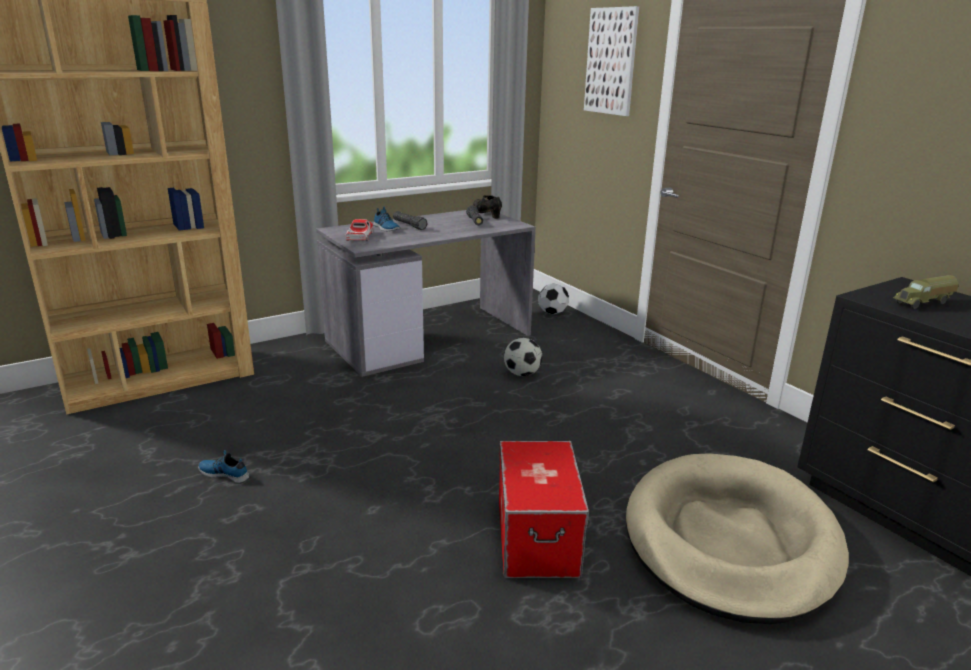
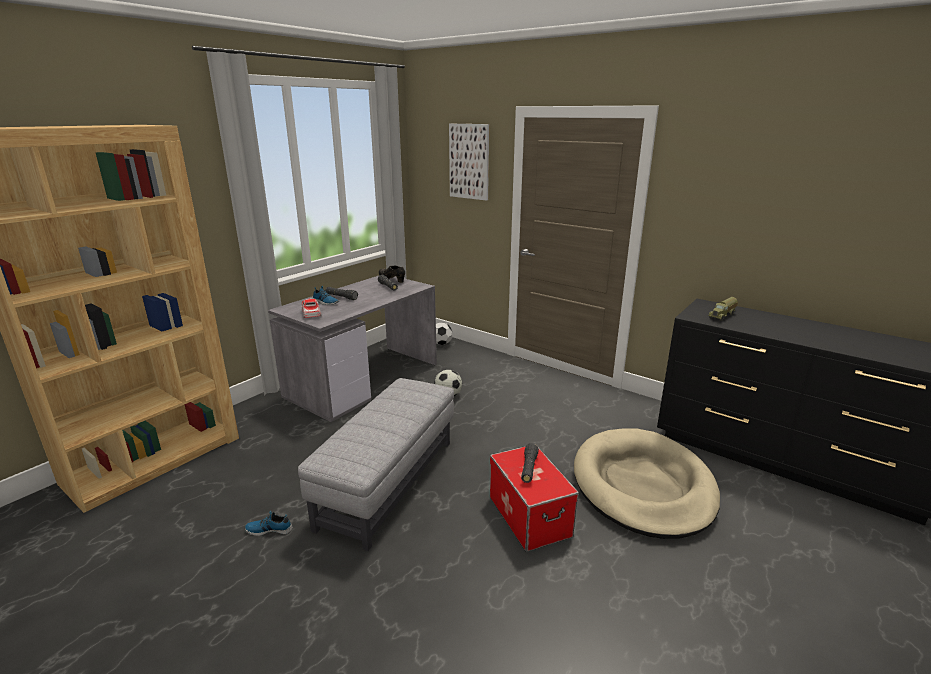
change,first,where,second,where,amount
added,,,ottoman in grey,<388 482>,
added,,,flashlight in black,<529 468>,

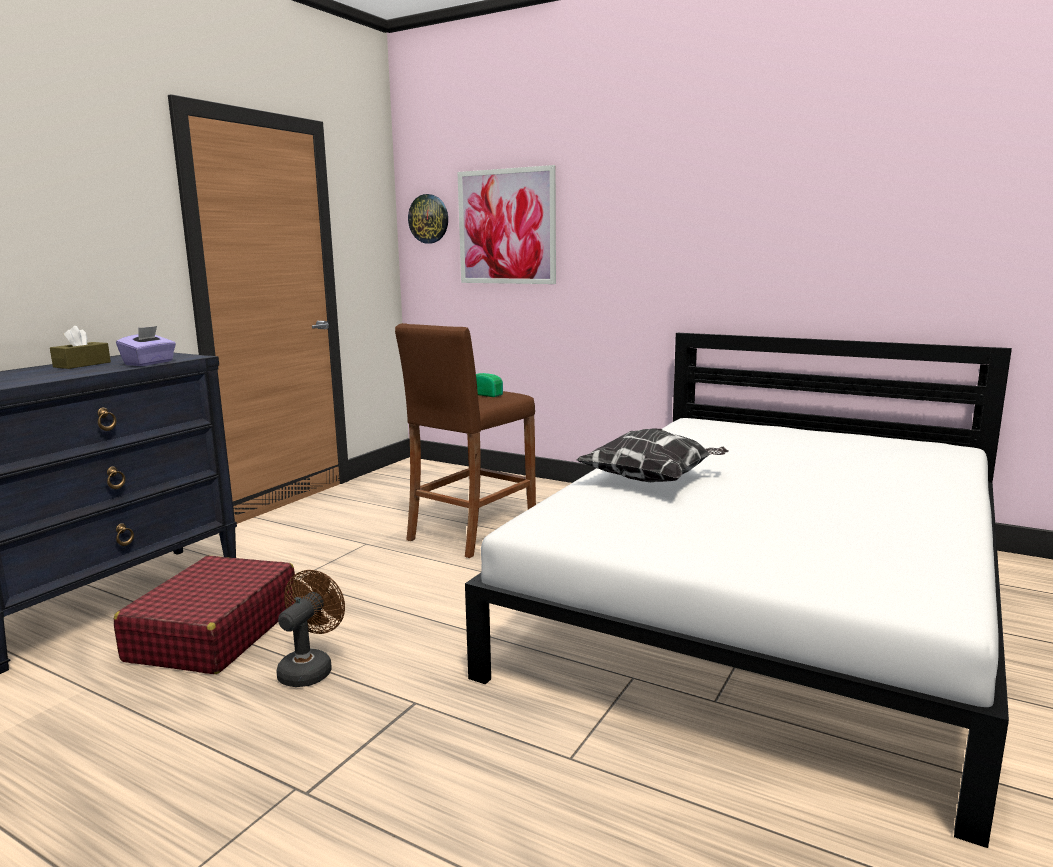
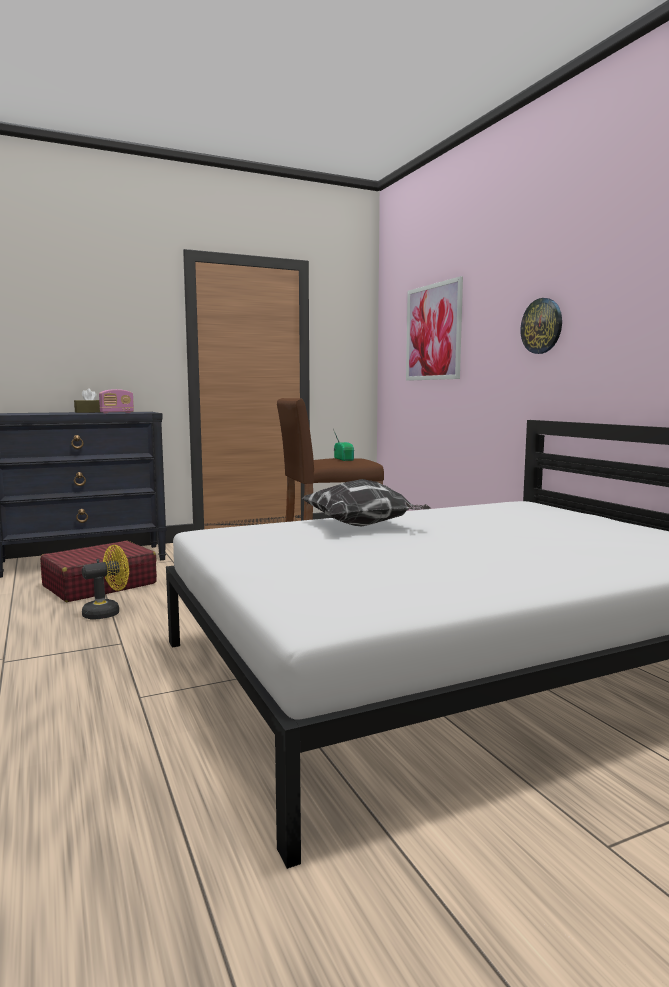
change,first,where,second,where,amount
moved,wall clock,<429 219>,,<542 326>,
replaced,tissue box in purple,<149 363>,radio,<117 413>,
recoloured,fan in brown,<310 668>,fan in yellow,<107 612>,

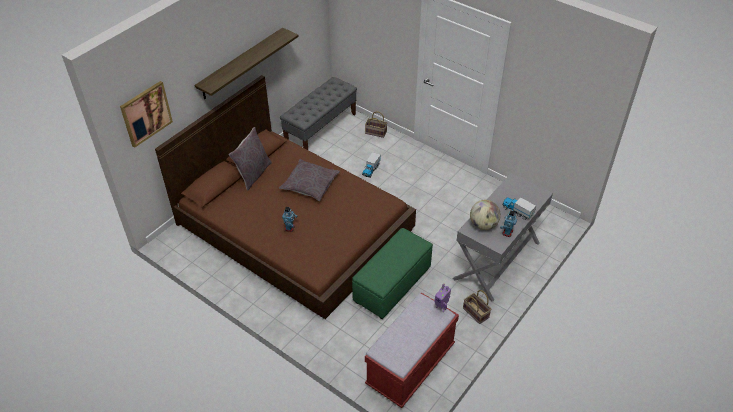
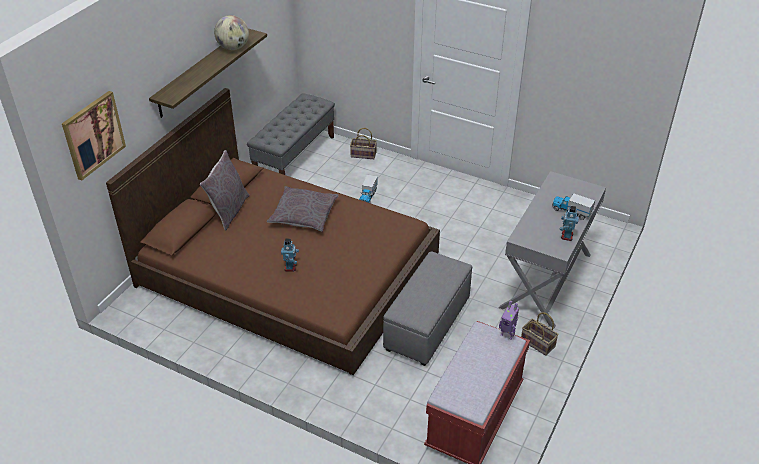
change,first,where,second,where,amount
moved,globe,<483 225>,,<233 48>,
recoloured,ottoman in green,<392 284>,ottoman in grey,<427 323>,

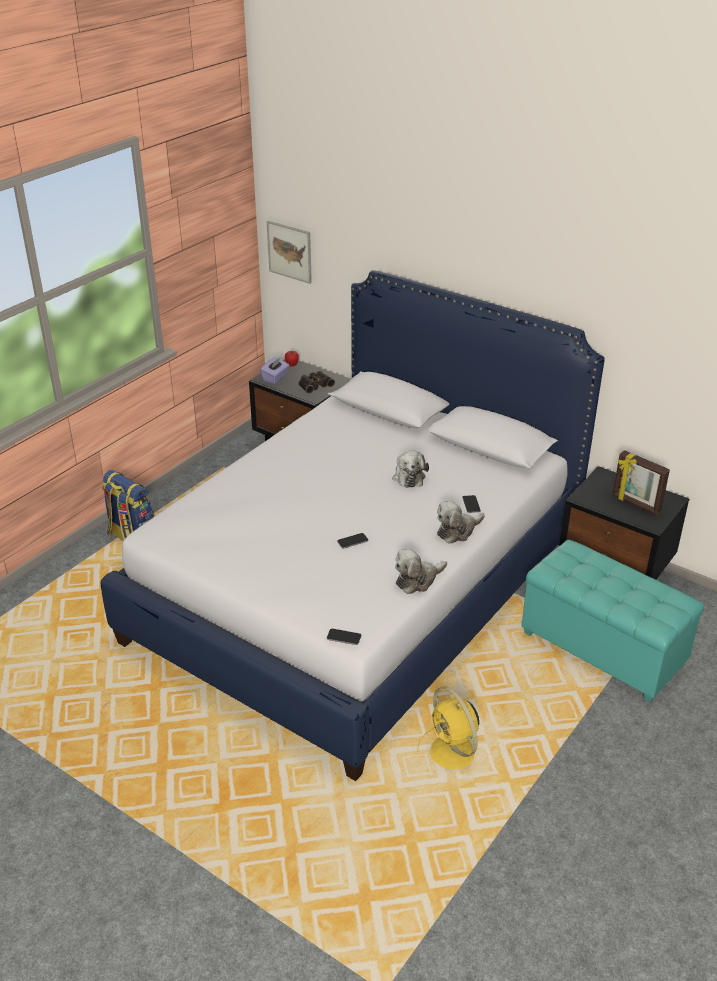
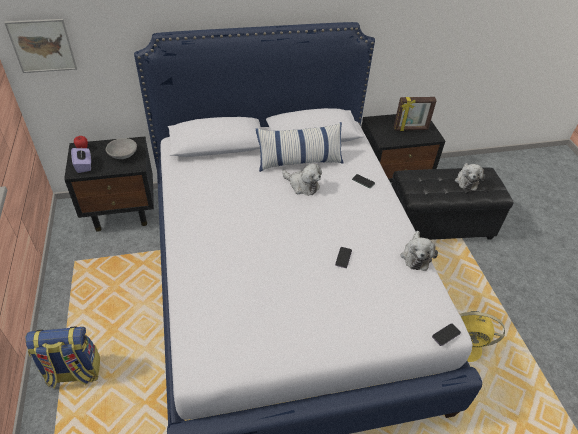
change,first,where,second,where,amount
replaced,binoculars,<314 385>,bowl in grey,<123 155>,
moved,plush toy,<457 531>,,<466 181>,
recoloured,ottoman in turquoise,<603 648>,ottoman in black,<438 225>,
added,,,pillow,<299 161>,

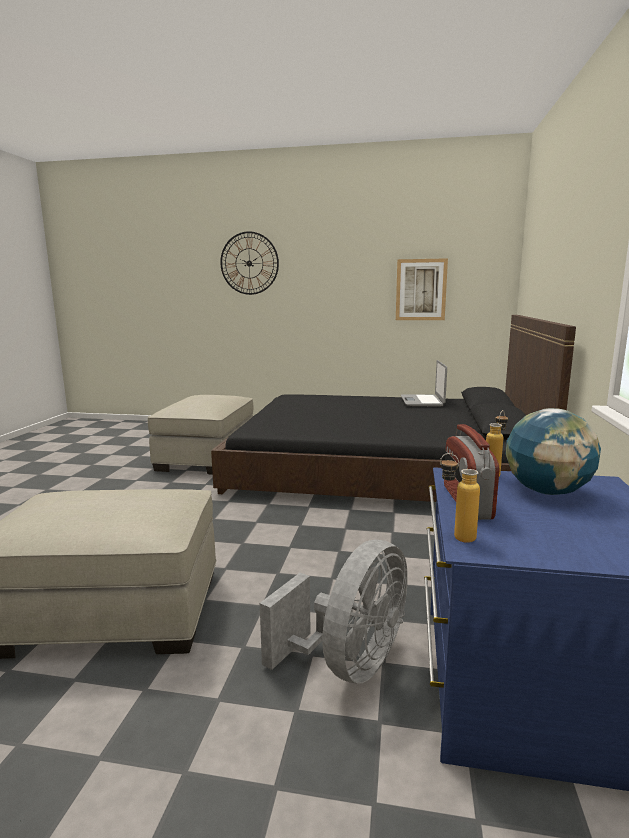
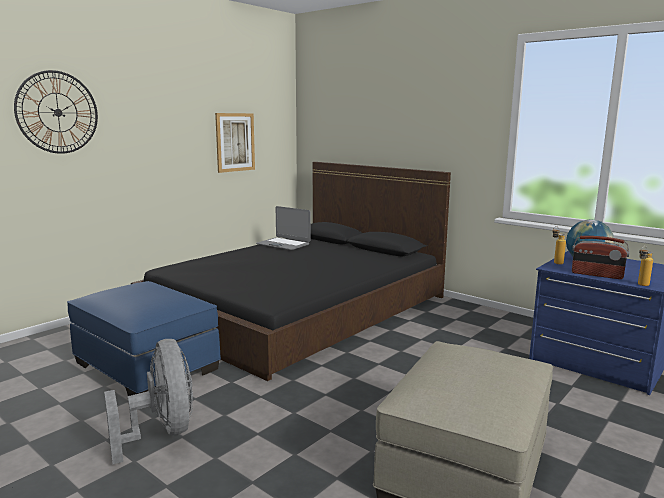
change,first,where,second,where,amount
recoloured,ottoman in beige,<207 457>,ottoman in blue,<147 366>,
moved,fan in grey,<349 663>,,<162 432>,

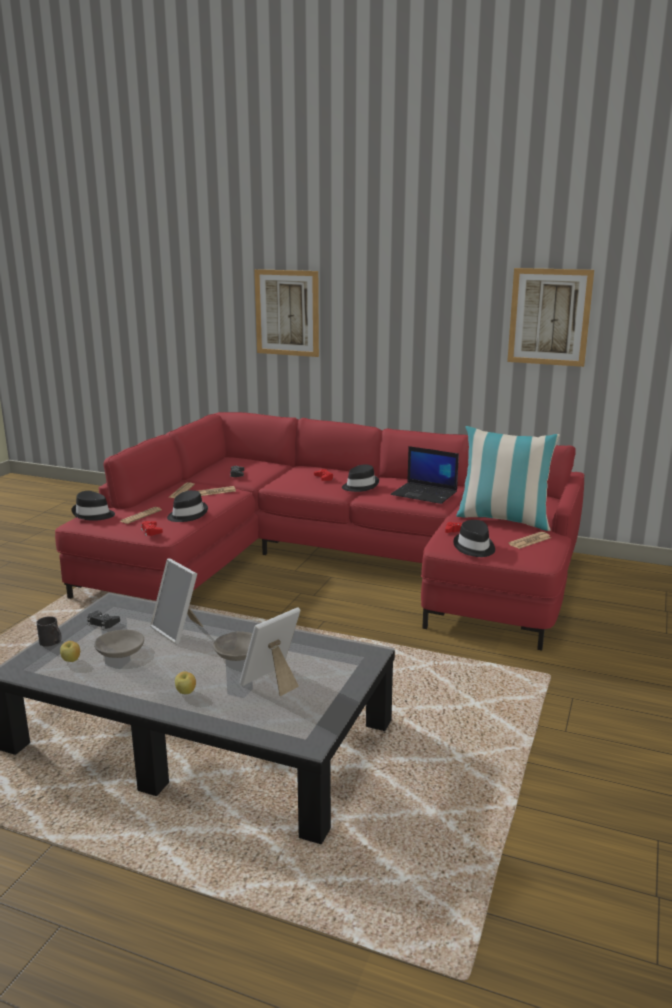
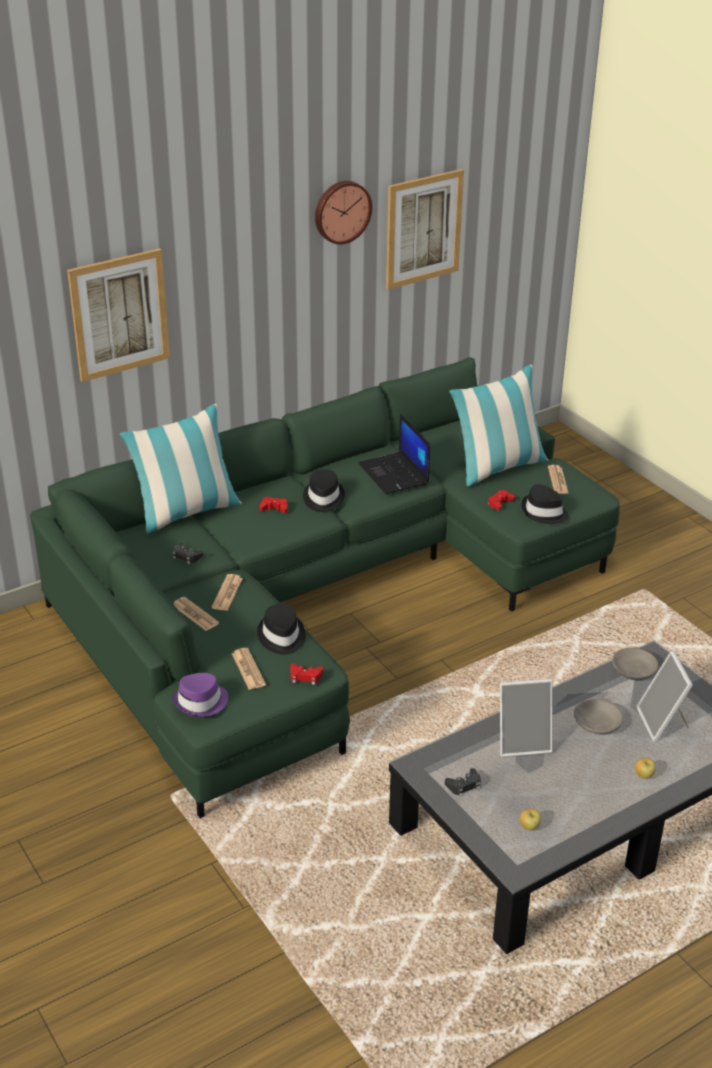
change,first,where,second,where,amount
recoloured,sofa in red,<334 562>,sofa in green,<318 596>,
turned,laptop,<425 494>,,<395 474>,90 degrees clockwise
recoloured,hat in black,<93 514>,hat in purple,<201 702>,
removed,mug in black,<52 642>,,,
moved,bowl in grey,<119 651>,,<633 670>,
added,,,wall clock,<341 211>,
added,,,pillow,<186 512>,

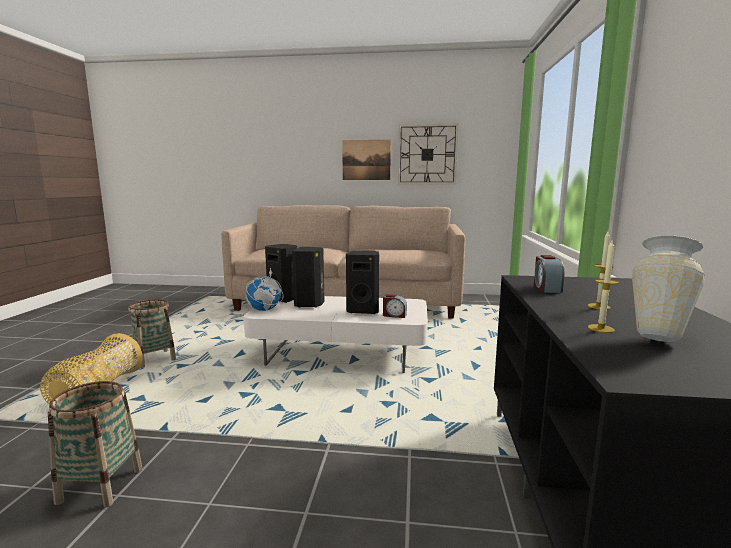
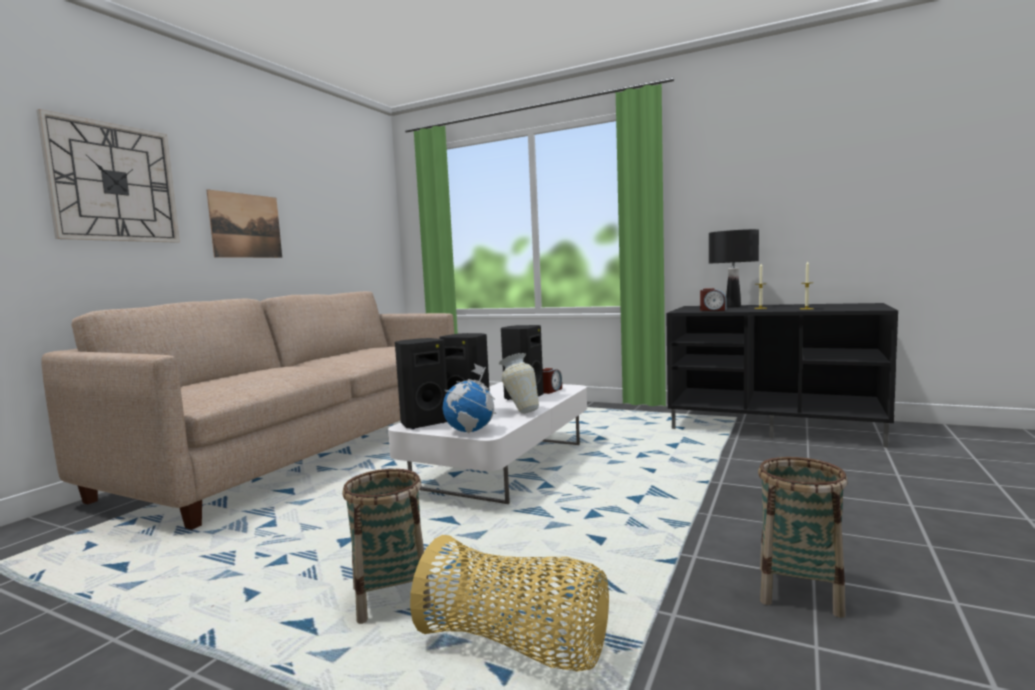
change,first,where,second,where,amount
moved,wall clock,<427 154>,,<113 183>,
moved,vase,<659 336>,,<520 411>,
added,,,table lamp in black,<733 307>,

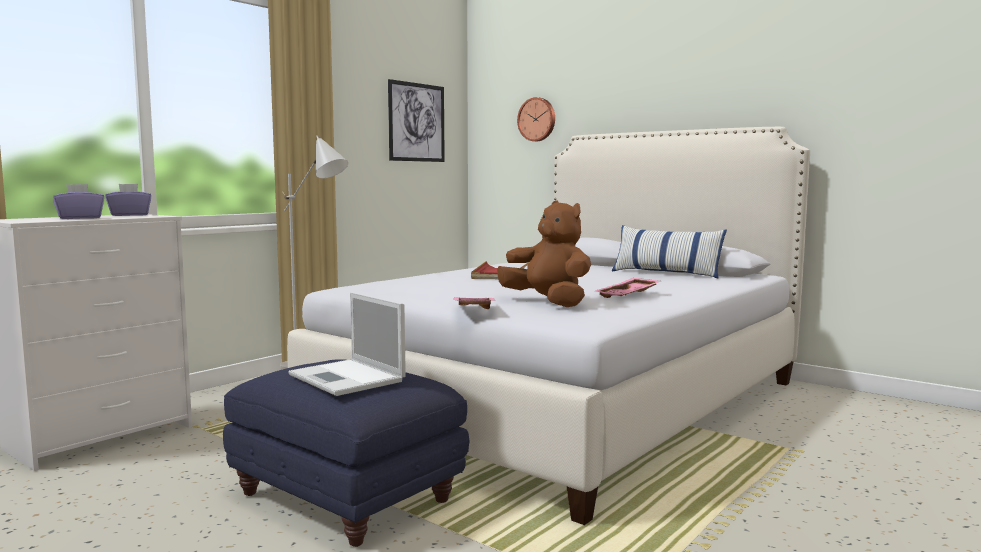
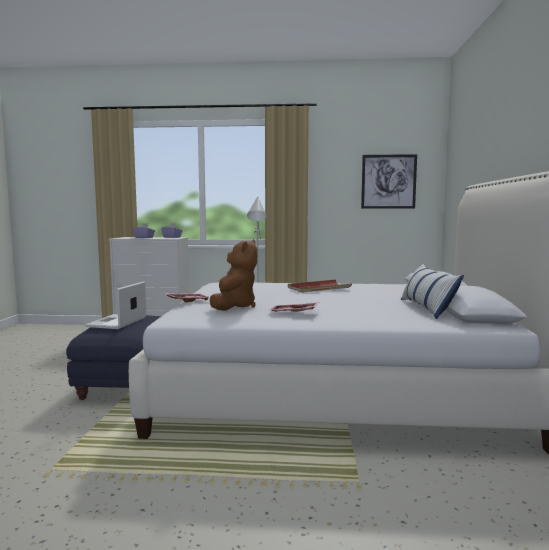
change,first,where,second,where,amount
removed,wall clock,<537 119>,,,

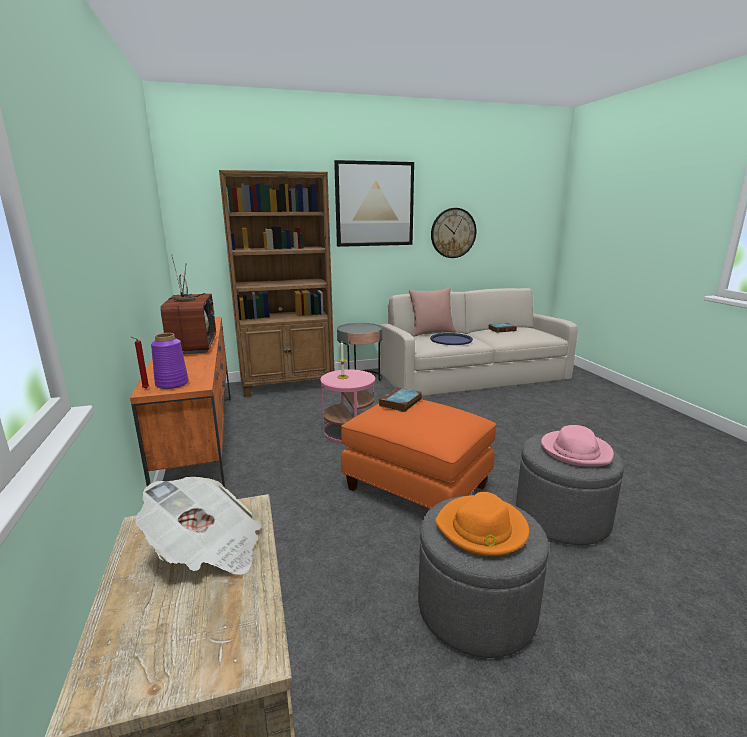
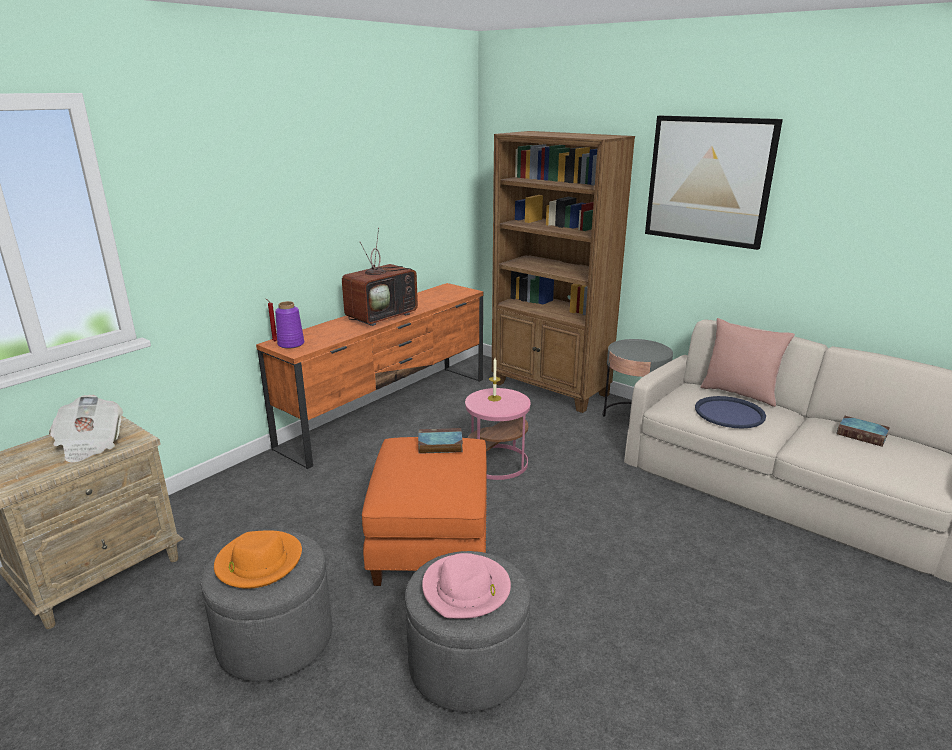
change,first,where,second,where,amount
removed,wall clock,<453 233>,,,

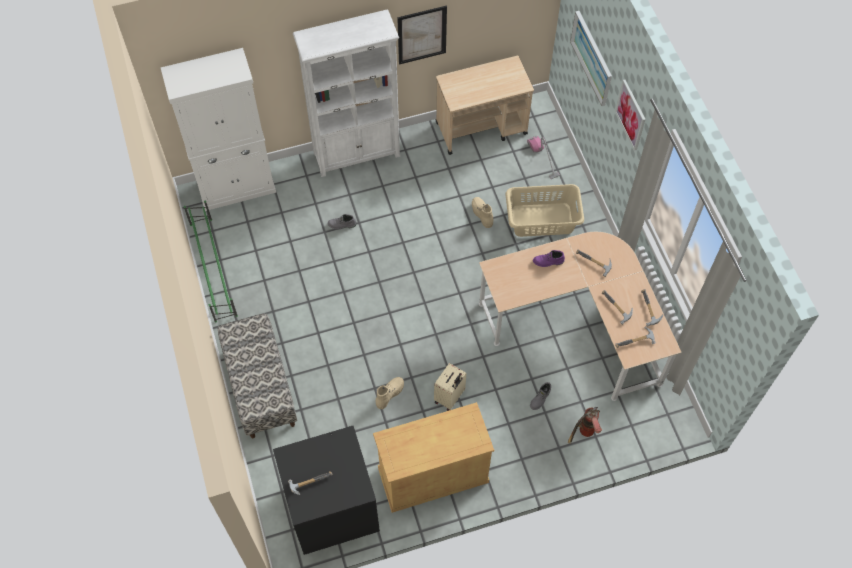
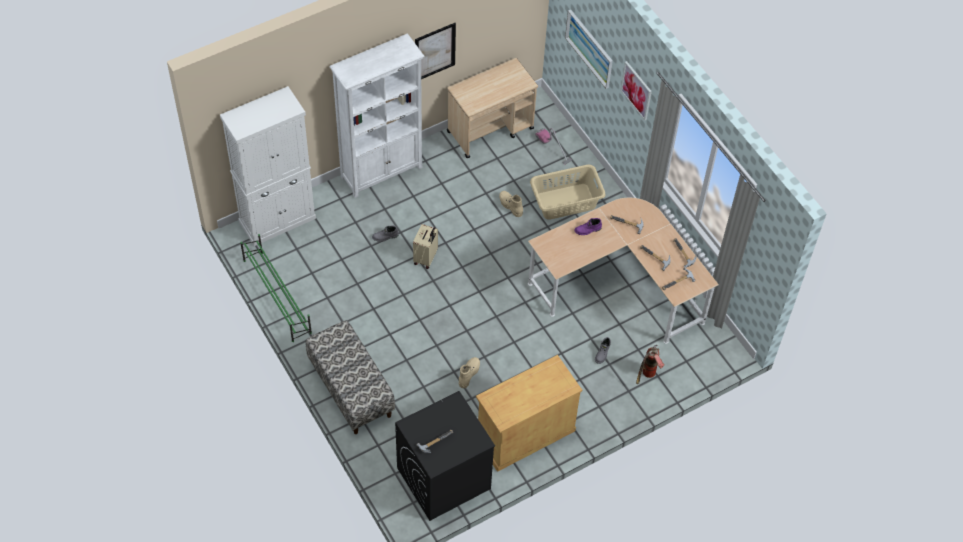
change,first,where,second,where,amount
moved,suitcase in beige,<450 397>,,<426 258>,

